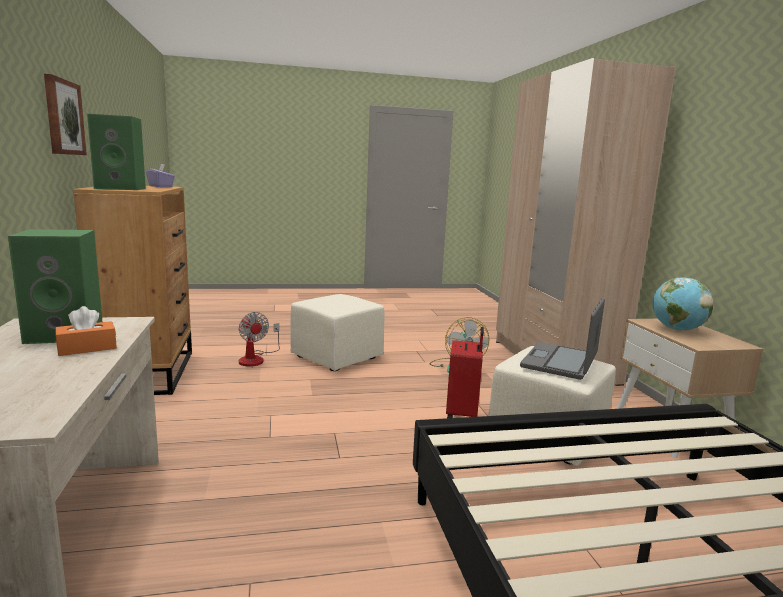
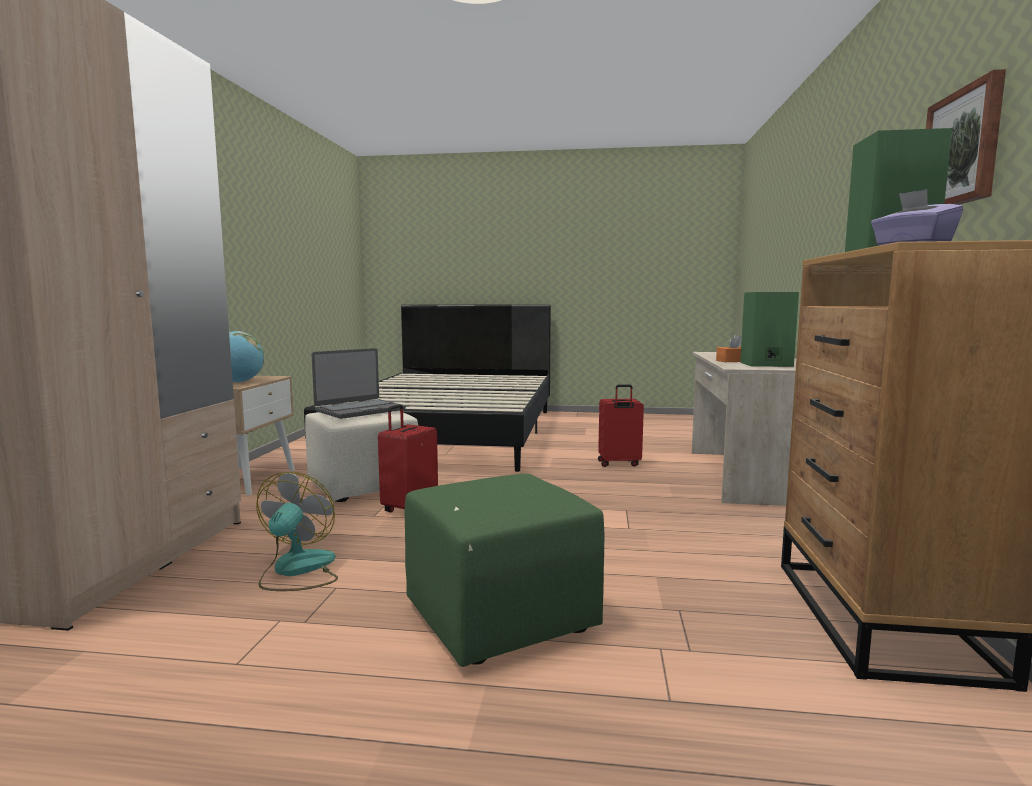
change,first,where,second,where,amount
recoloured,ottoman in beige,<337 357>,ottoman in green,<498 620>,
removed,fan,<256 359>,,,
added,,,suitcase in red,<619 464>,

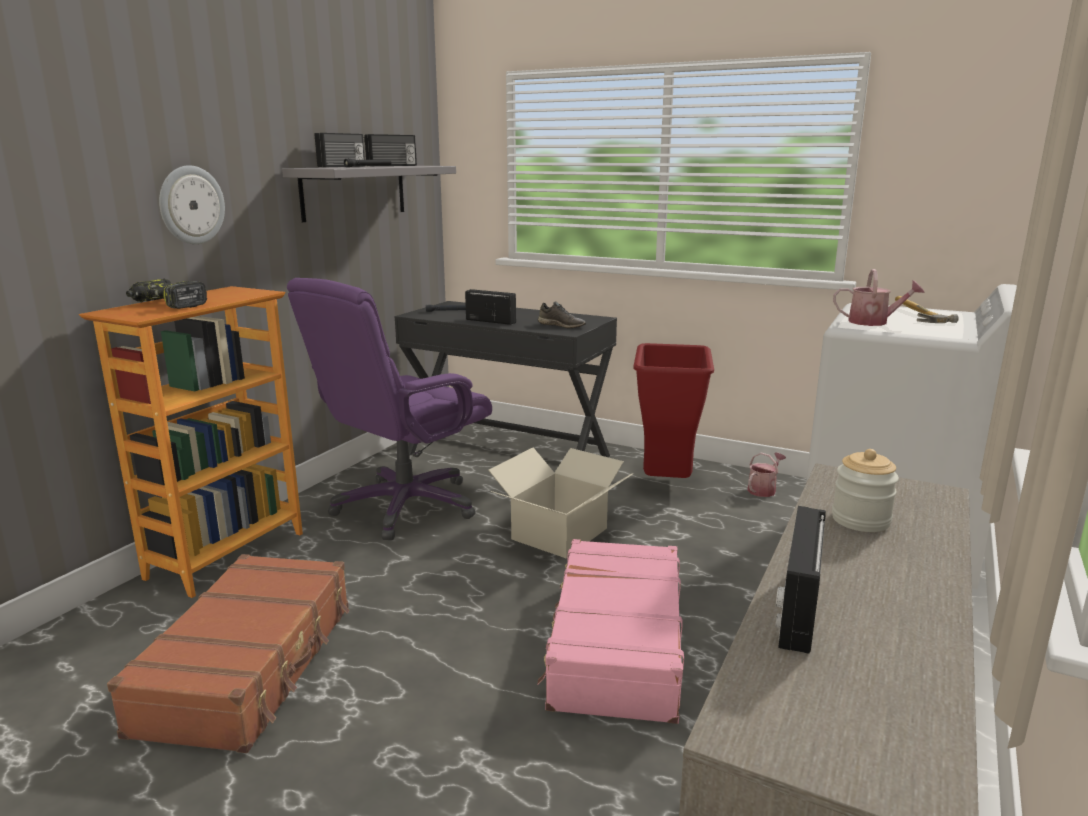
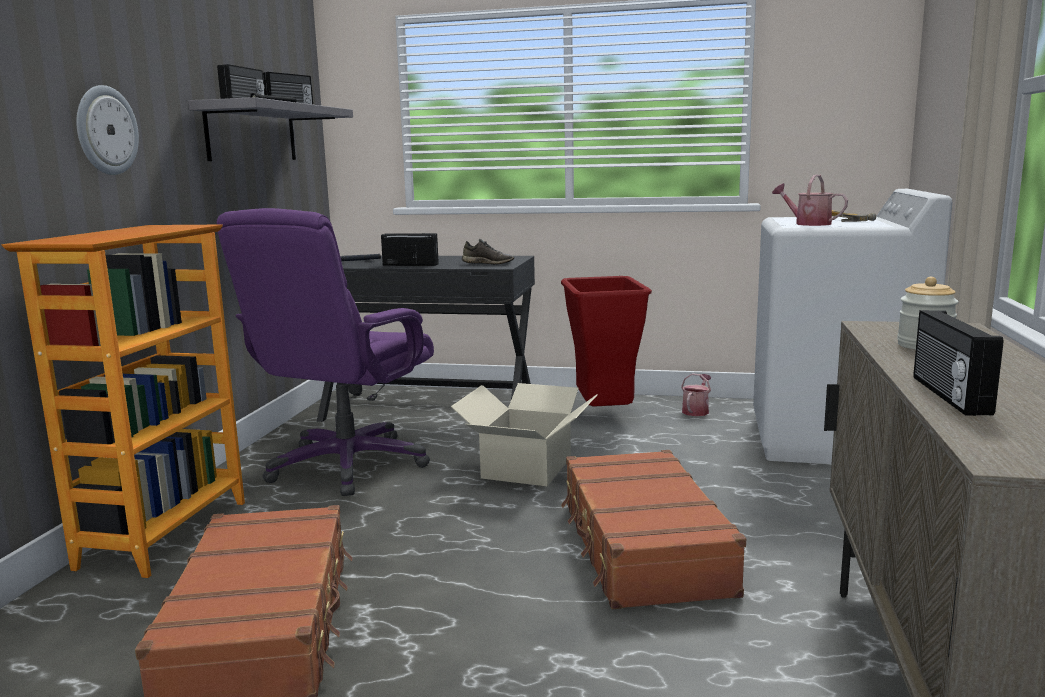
change,first,where,second,where,amount
turned,watering can,<873 322>,,<808 224>,135 degrees counterclockwise
removed,power drill,<167 305>,,,
recoloured,suitcase in pink,<615 645>,suitcase in brown,<642 547>,

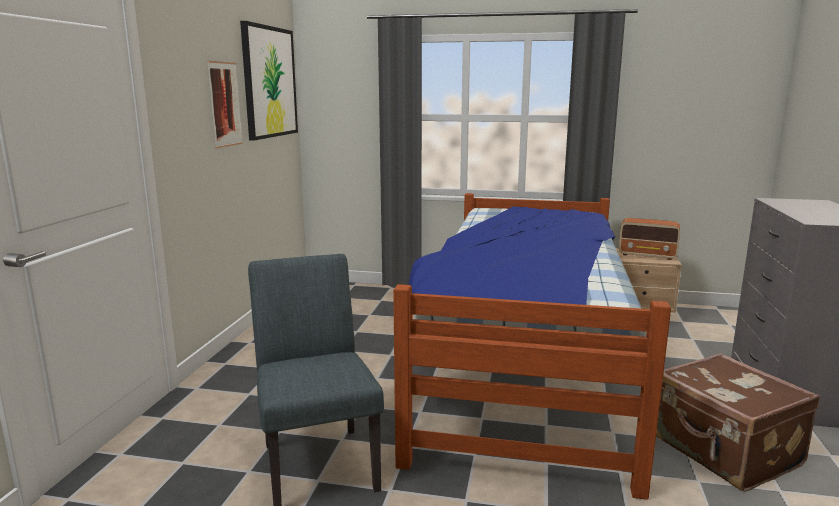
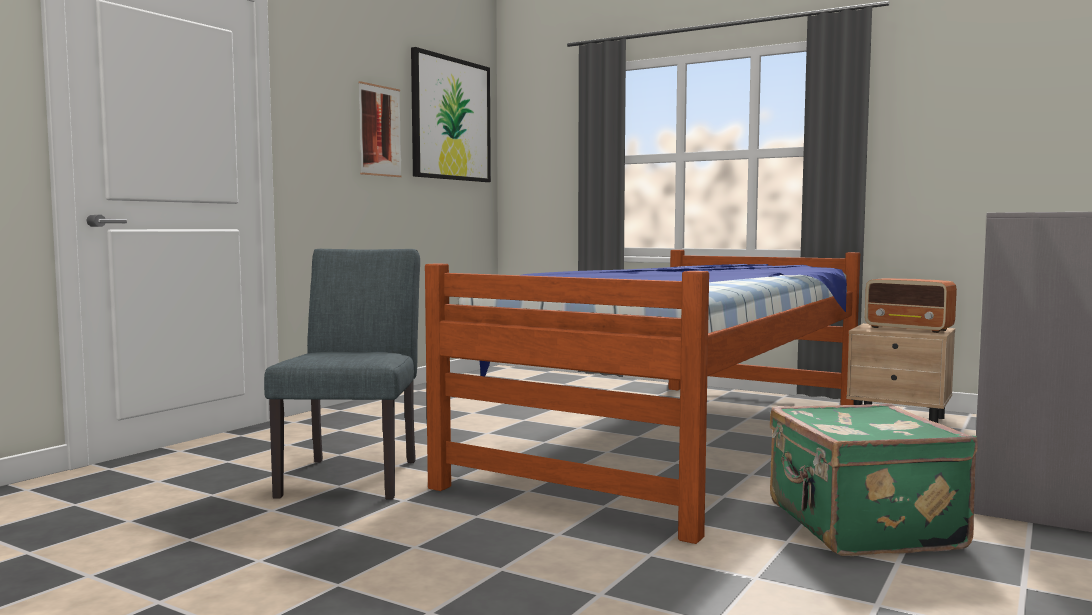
change,first,where,second,where,amount
recoloured,suitcase in brown,<724 452>,suitcase in green,<860 527>,

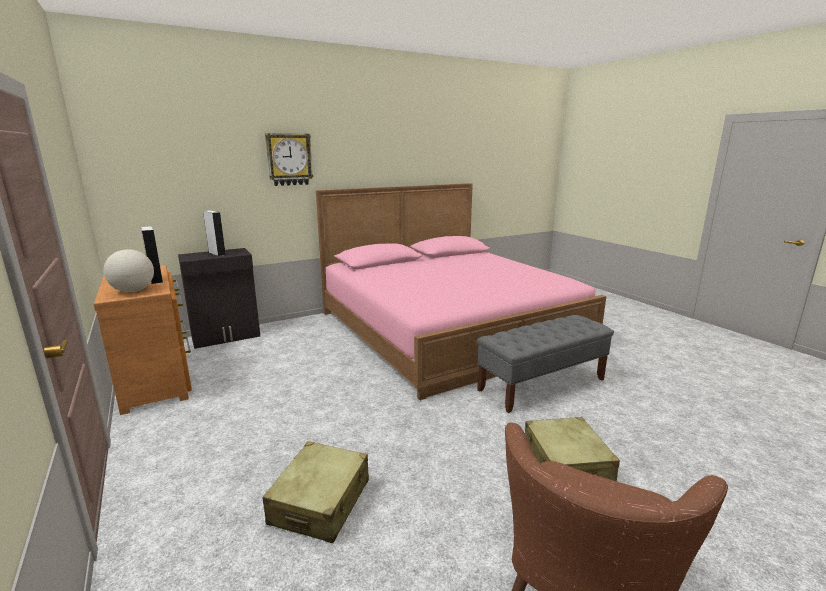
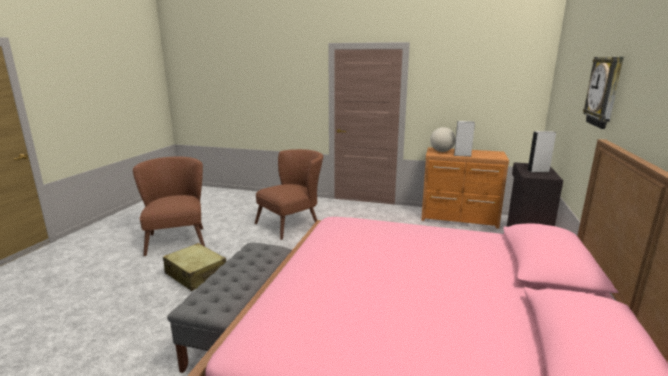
change,first,where,second,where,amount
replaced,suitcase in beige,<321 502>,armchair in brown,<293 224>,

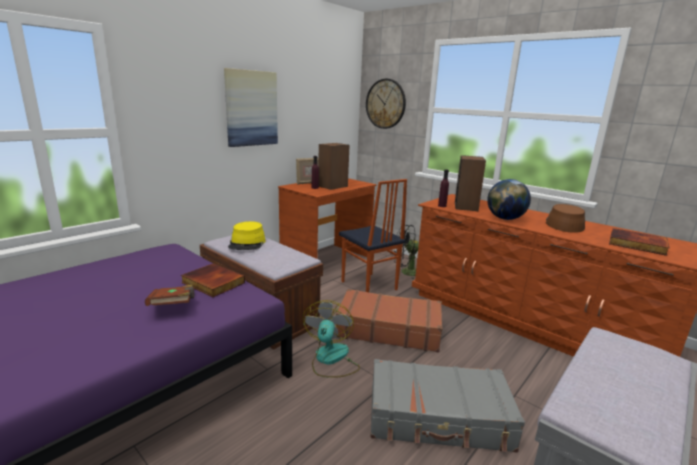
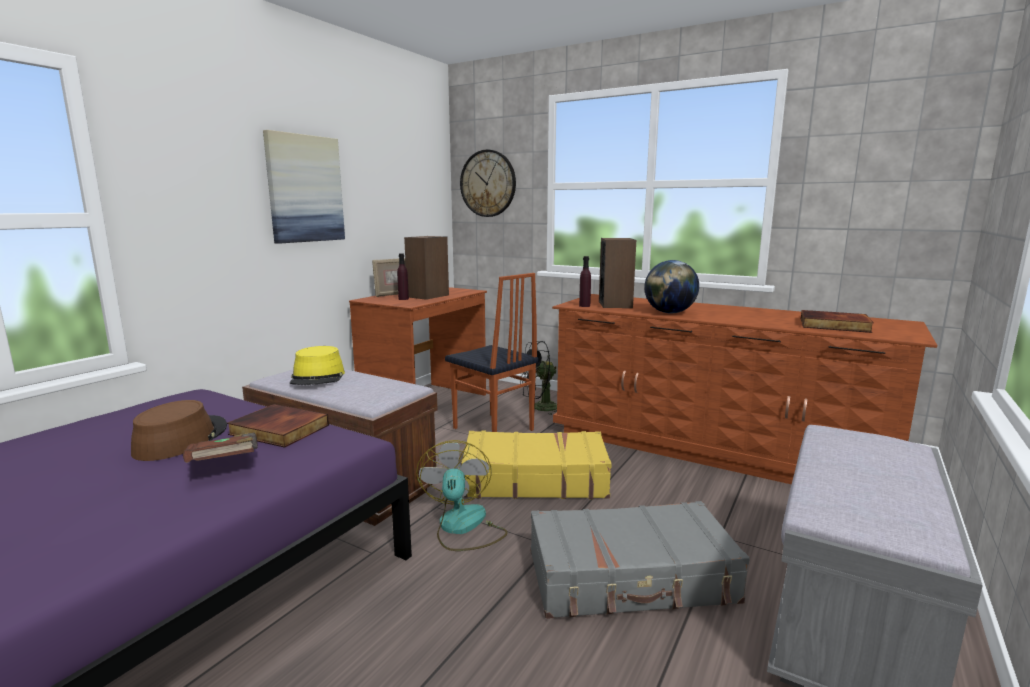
change,first,where,second,where,amount
moved,hat in brown,<563 224>,,<181 439>,
recoloured,suitcase in brown,<388 329>,suitcase in yellow,<534 479>,

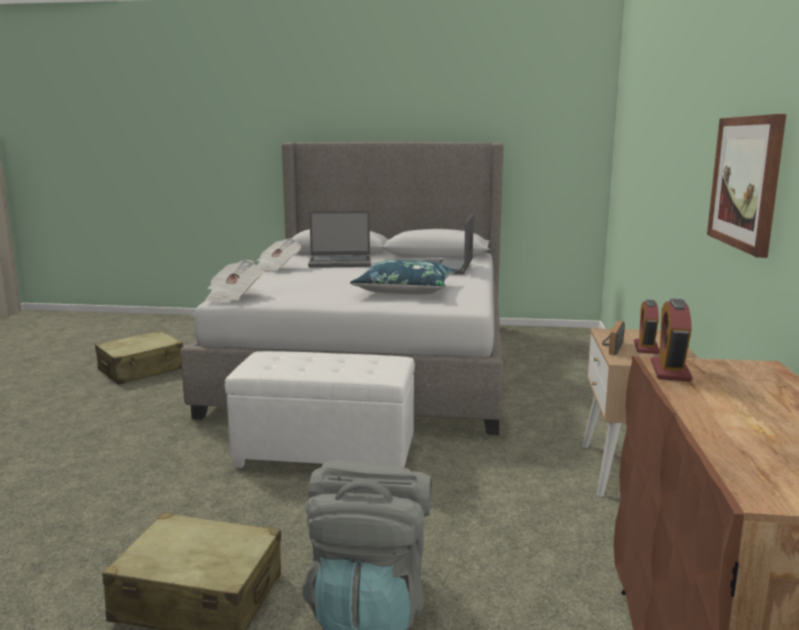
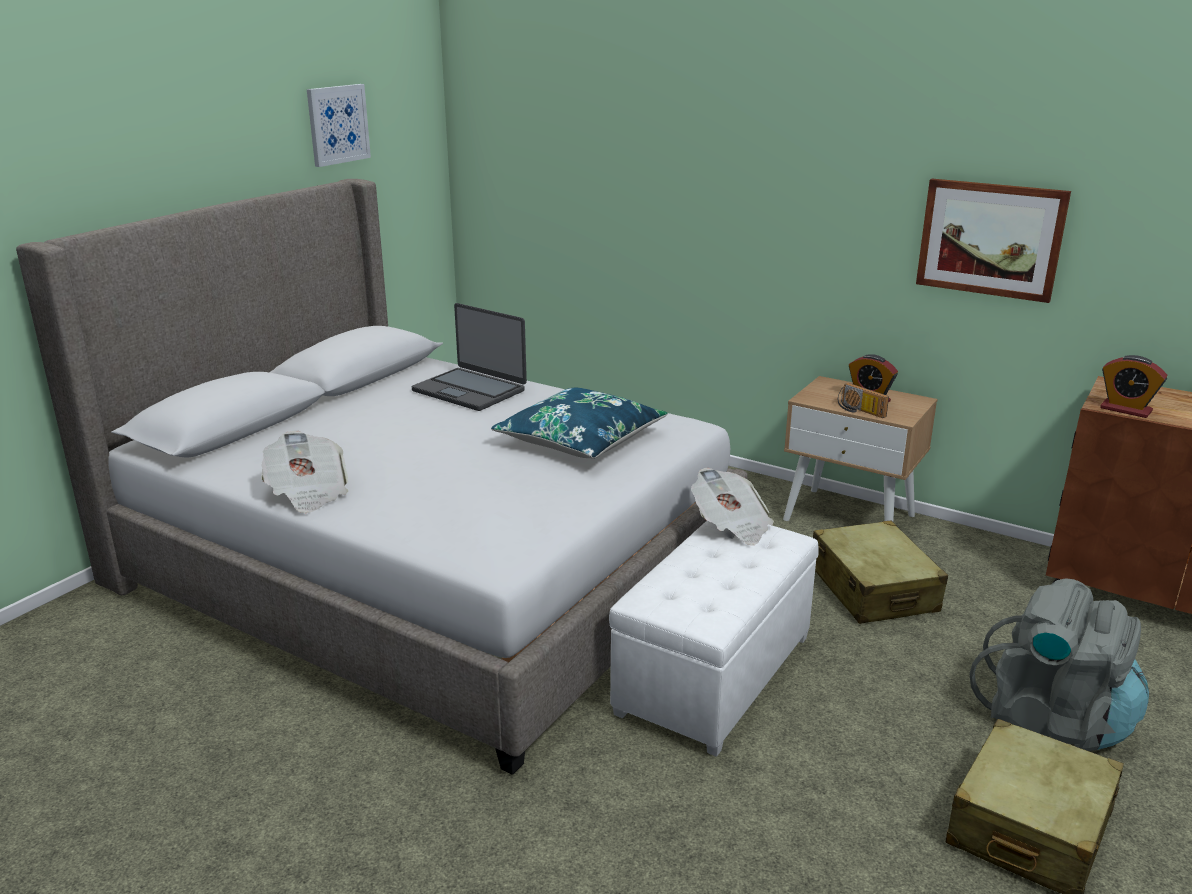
change,first,where,second,where,amount
removed,laptop,<340 263>,,,
moved,newspaper,<232 297>,,<731 526>,
moved,suitcase in beige,<142 370>,,<873 589>,
added,,,picture,<337 124>,

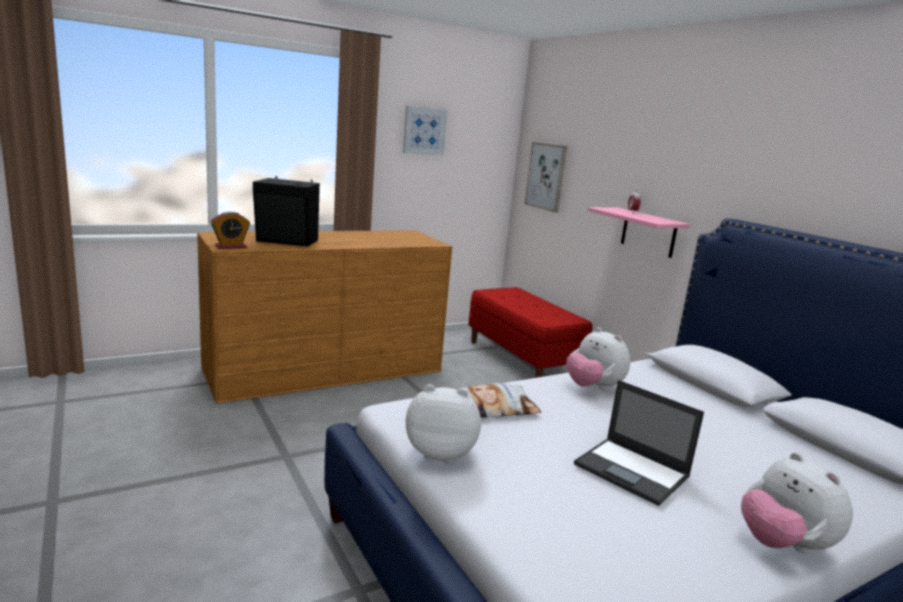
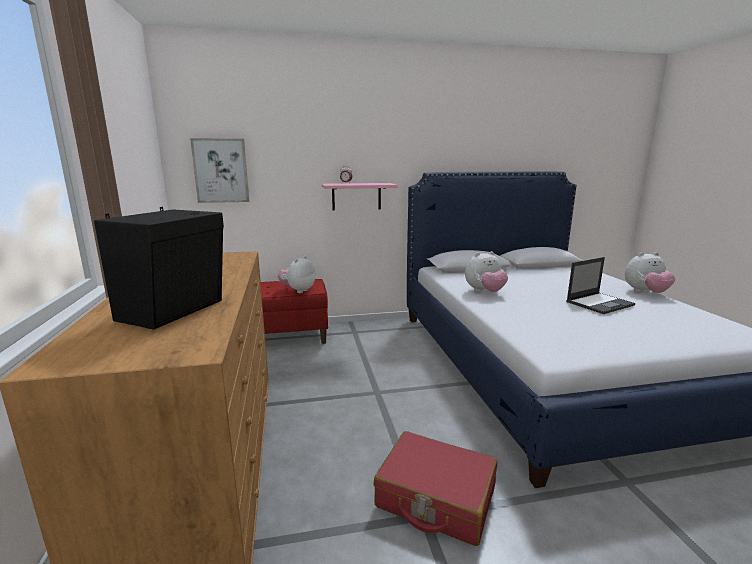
change,first,where,second,where,amount
removed,picture,<424 131>,,,
removed,alarm clock,<230 247>,,,
removed,pillow,<492 408>,,,
moved,plush toy,<441 453>,,<298 290>,
added,,,suitcase in red,<435 498>,

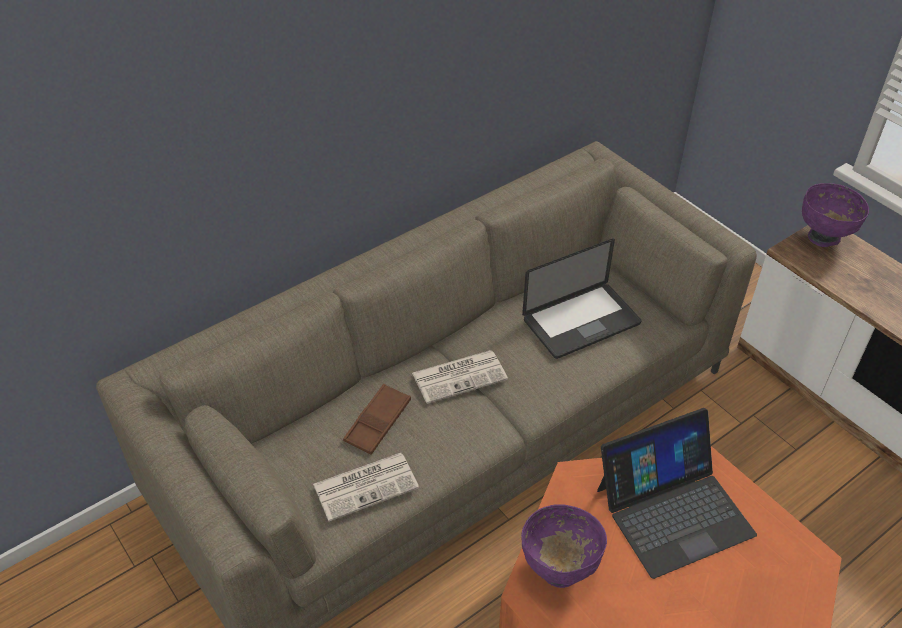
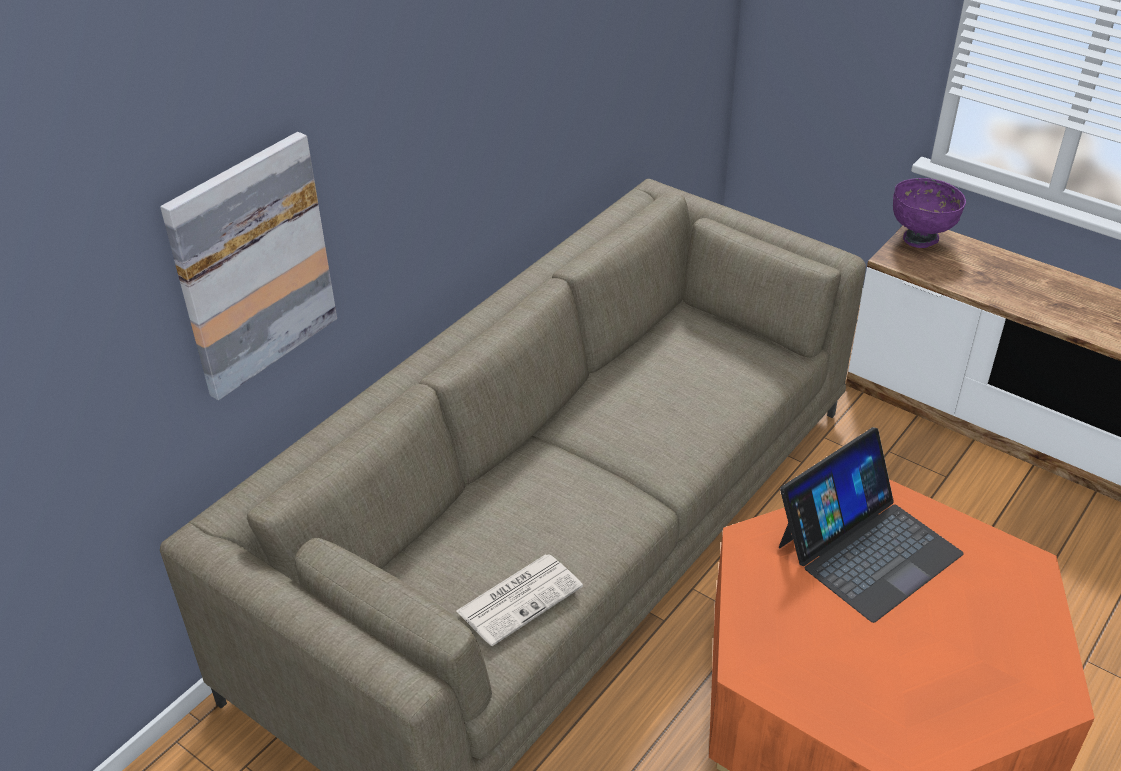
change,first,where,second,where,amount
removed,laptop,<581 322>,,,
removed,newspaper,<460 376>,,,
removed,tray in brown,<378 422>,,,
removed,bowl in purple,<559 568>,,,
added,,,picture,<252 265>,

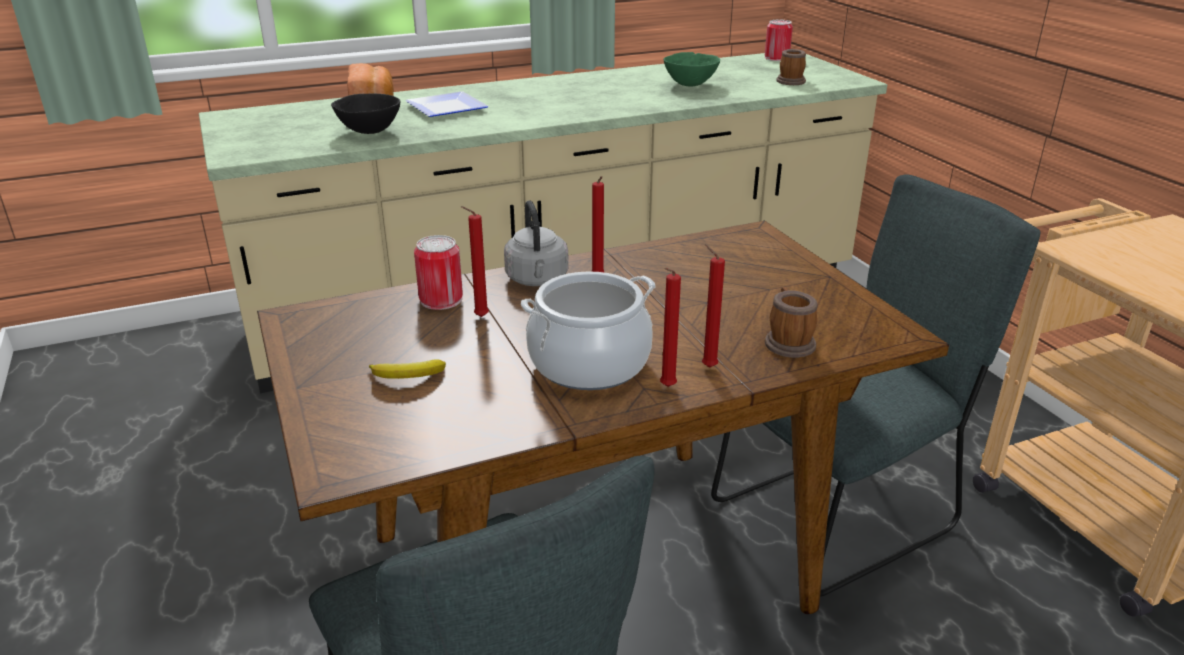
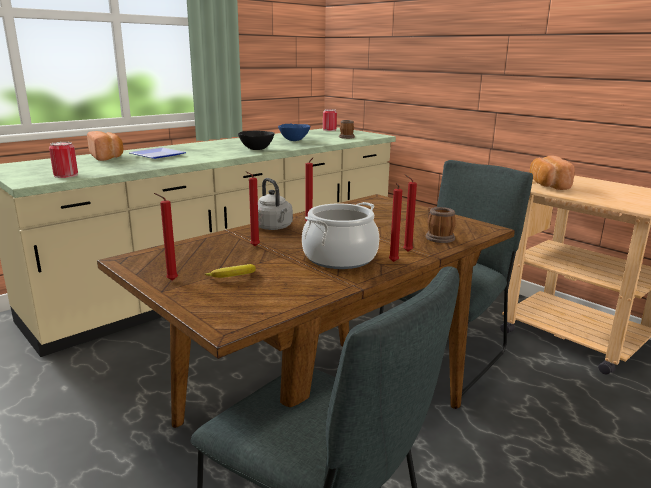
change,first,where,second,where,amount
recoloured,bowl in green,<691 85>,bowl in blue,<294 140>,
moved,bowl in black,<370 131>,,<256 149>,
moved,can,<441 299>,,<66 175>,
added,,,bread,<547 185>,
added,,,candle in red,<170 280>,

